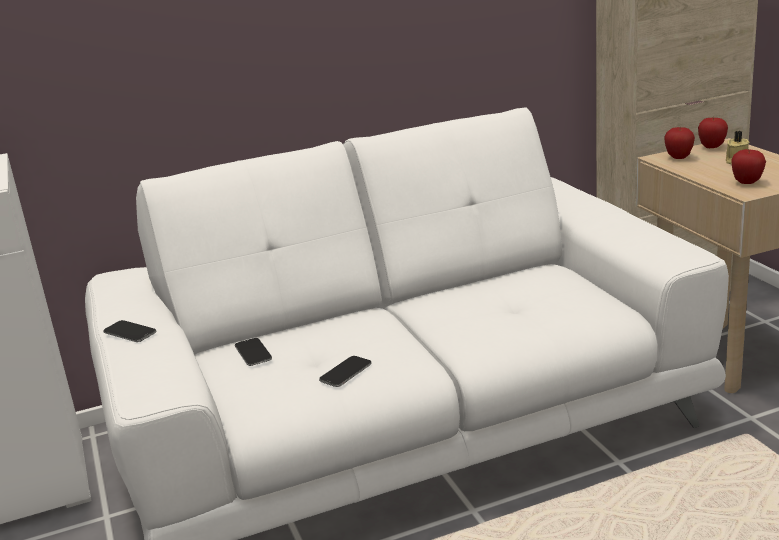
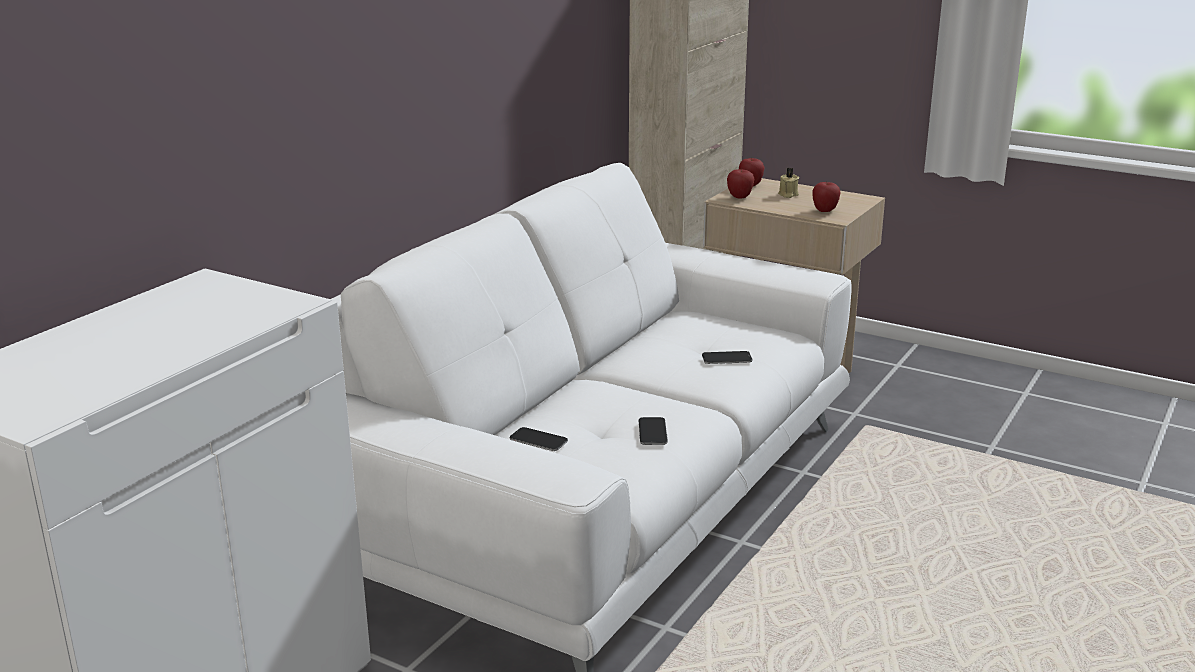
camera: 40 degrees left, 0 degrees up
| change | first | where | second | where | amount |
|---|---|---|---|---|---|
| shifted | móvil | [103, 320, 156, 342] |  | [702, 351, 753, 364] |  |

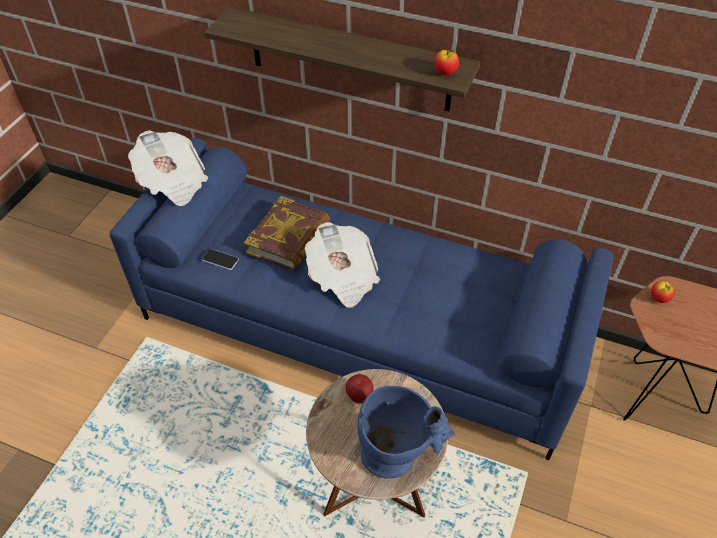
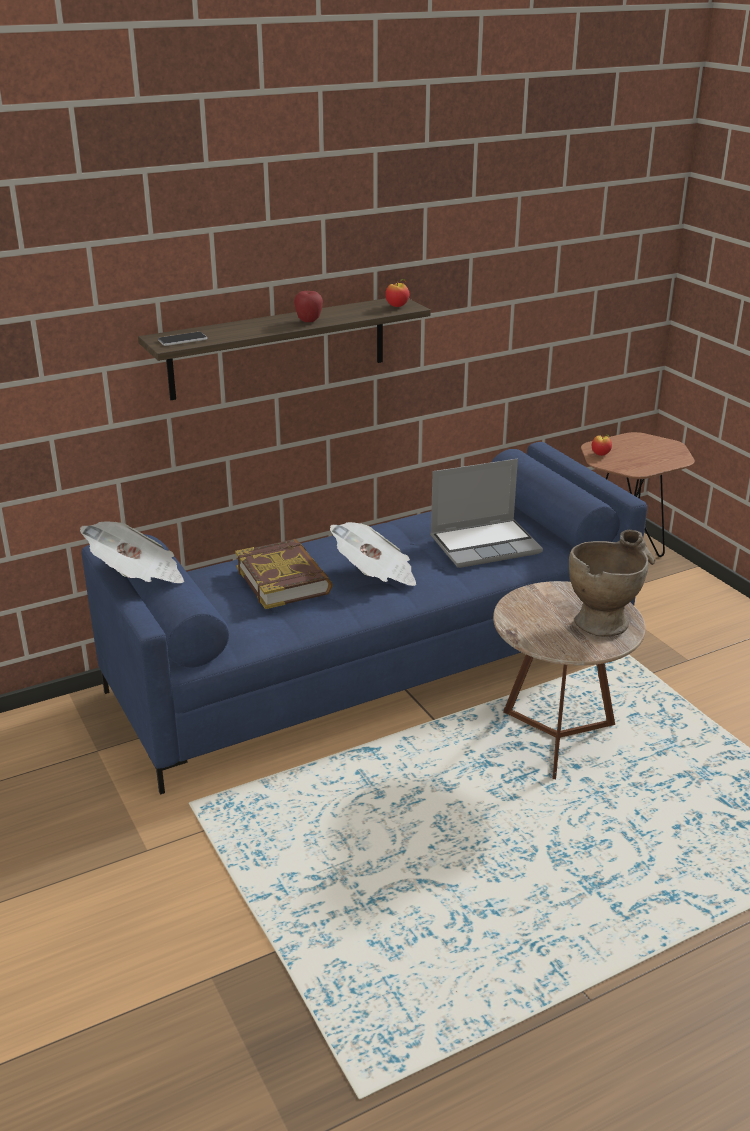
camera: 50 degrees left, 20 degrees down
| change | first | where | second | where | amount |
|---|---|---|---|---|---|
| shifted | móvil | [202, 249, 239, 270] |  | [158, 332, 207, 346] |  |
| shifted | manzana | [346, 374, 374, 404] |  | [294, 290, 323, 322] |  |
| repainted | florero/azul | [357, 386, 455, 479] | florero/beis | [569, 530, 655, 637] |  |
| new |  |  | portátil | [430, 459, 543, 568] |  |

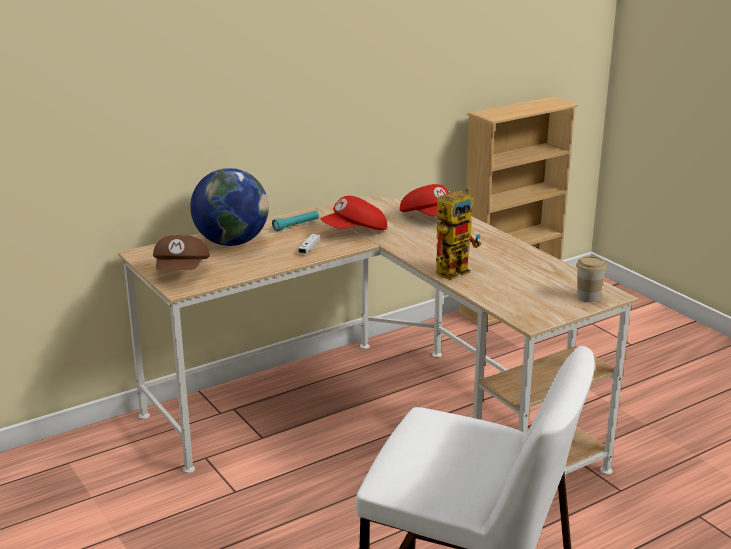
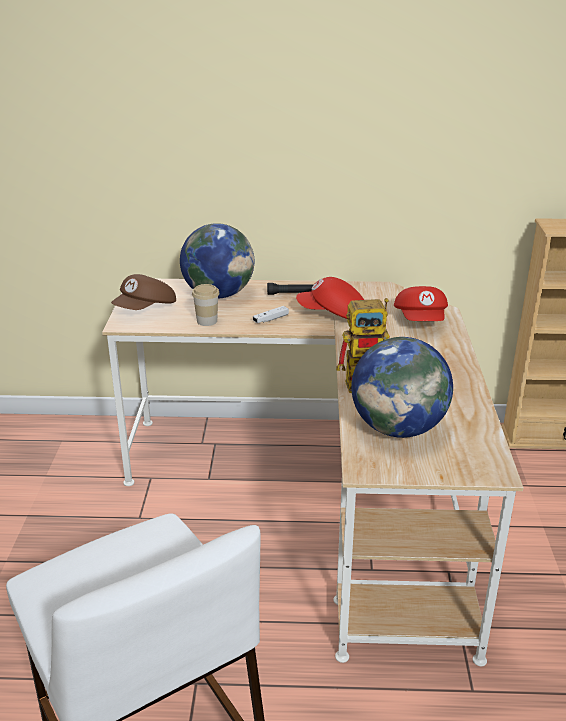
camera: 35 degrees right, 5 degrees up
| change | first | where | second | where | amount |
|---|---|---|---|---|---|
| repainted | linterna/turquesa | [272, 211, 319, 231] | linterna/negro | [267, 283, 314, 295] |  |
| shifted | taza | [576, 256, 607, 302] |  | [192, 284, 219, 326] |  |
| new |  |  | globo terráqueo | [351, 337, 453, 438] |  |

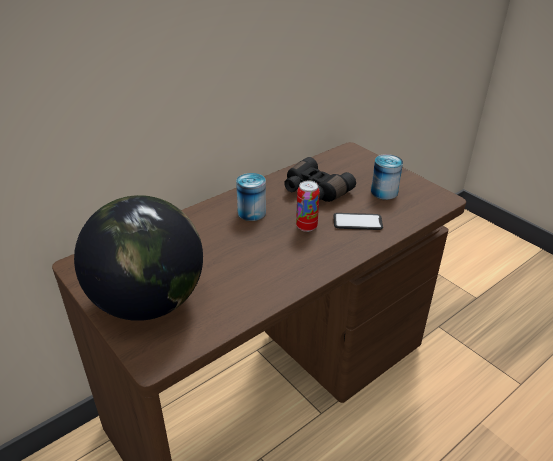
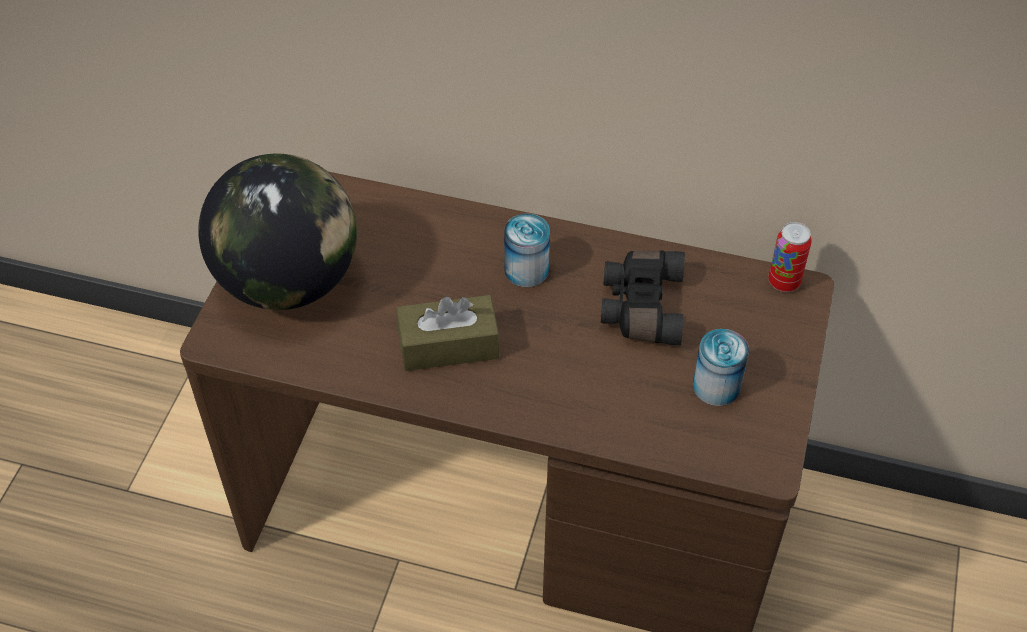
camera: 55 degrees right, 15 degrees up
| change | first | where | second | where | amount |
|---|---|---|---|---|---|
| shifted | lata | [296, 181, 320, 232] |  | [768, 222, 812, 292] |  |
| gone | móvil | [333, 213, 383, 230] |  |  |  |
| new |  |  | caja de pañuelos/marrón | [396, 295, 499, 371] |  |

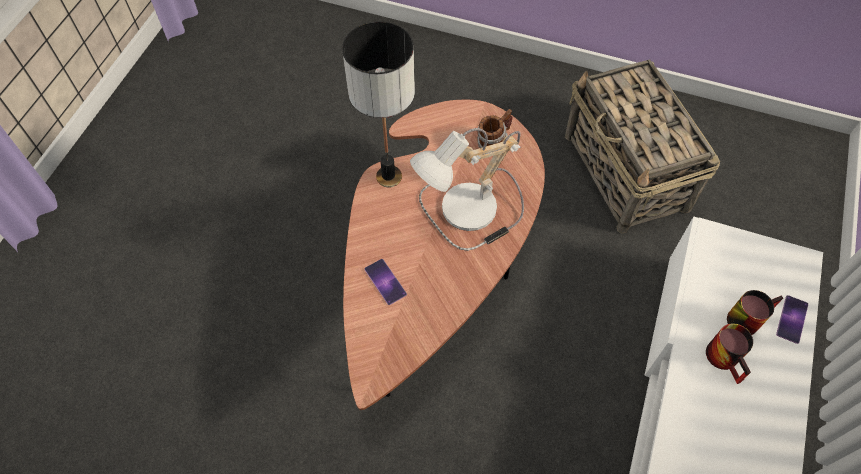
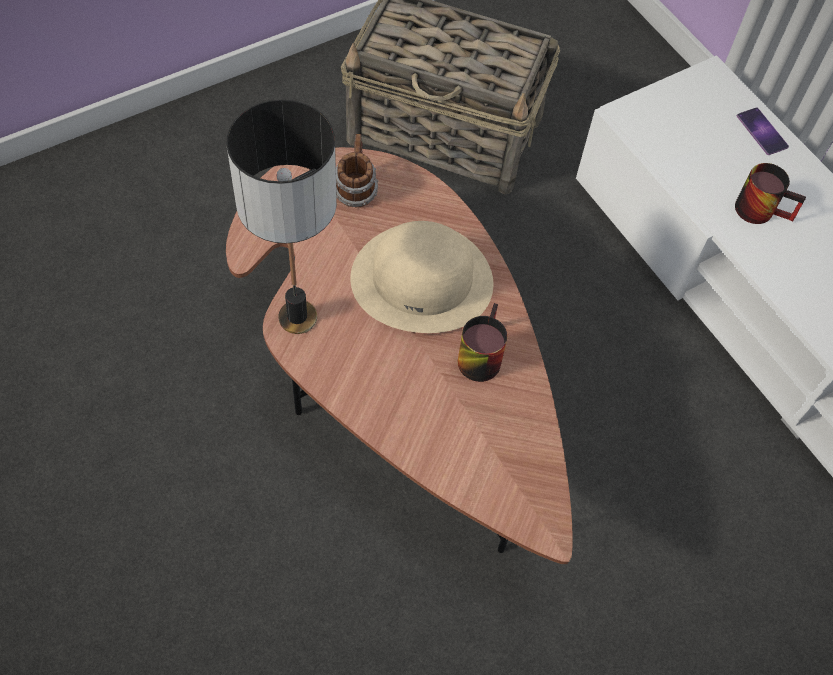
camera: 55 degrees left, 0 degrees up
| change | first | where | second | where | amount |
|---|---|---|---|---|---|
| gone | móvil | [364, 259, 407, 305] |  |  |  |
| swapped | lámpara de mesa | [410, 128, 524, 251] | sombrero/beis | [350, 221, 493, 333] |  |
| shifted | taza grande | [727, 290, 783, 335] |  | [458, 303, 507, 382] |  |

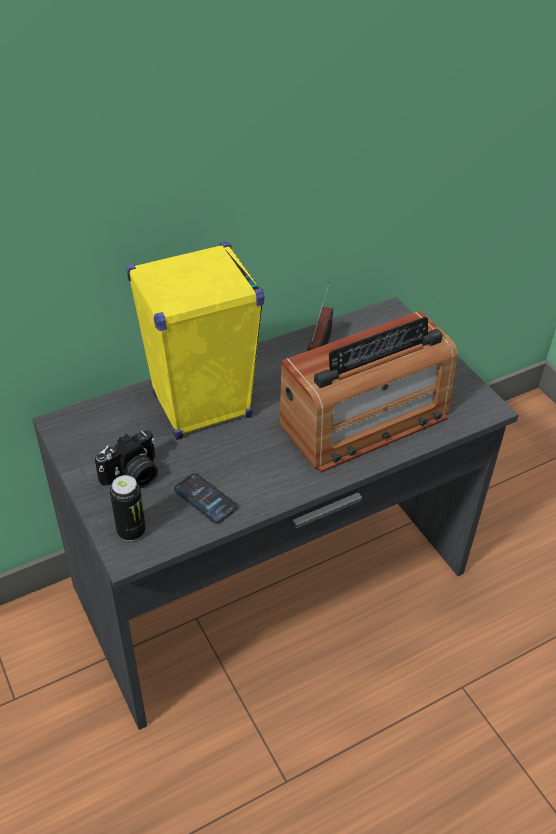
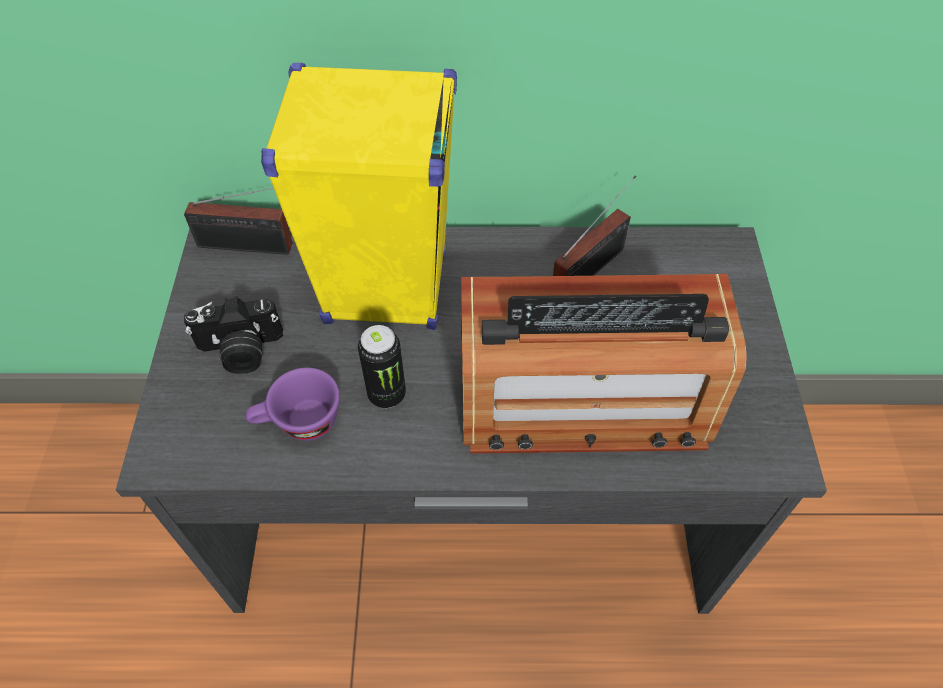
camera: 30 degrees right, 10 degrees up
| change | first | where | second | where | amount |
|---|---|---|---|---|---|
| shifted | lata | [110, 475, 146, 541] |  | [358, 325, 406, 408] |  |
| swapped | móvil | [174, 473, 238, 524] | taza/morado | [246, 368, 340, 441] |  |
| new |  |  | radio | [184, 188, 292, 255] |  |

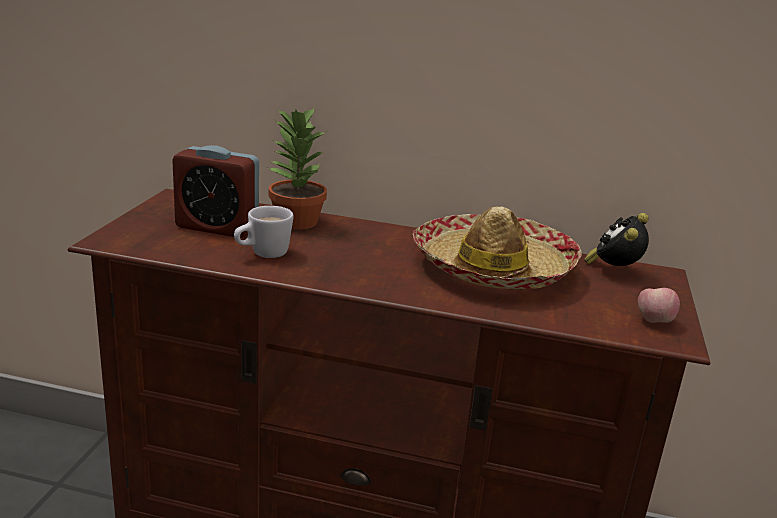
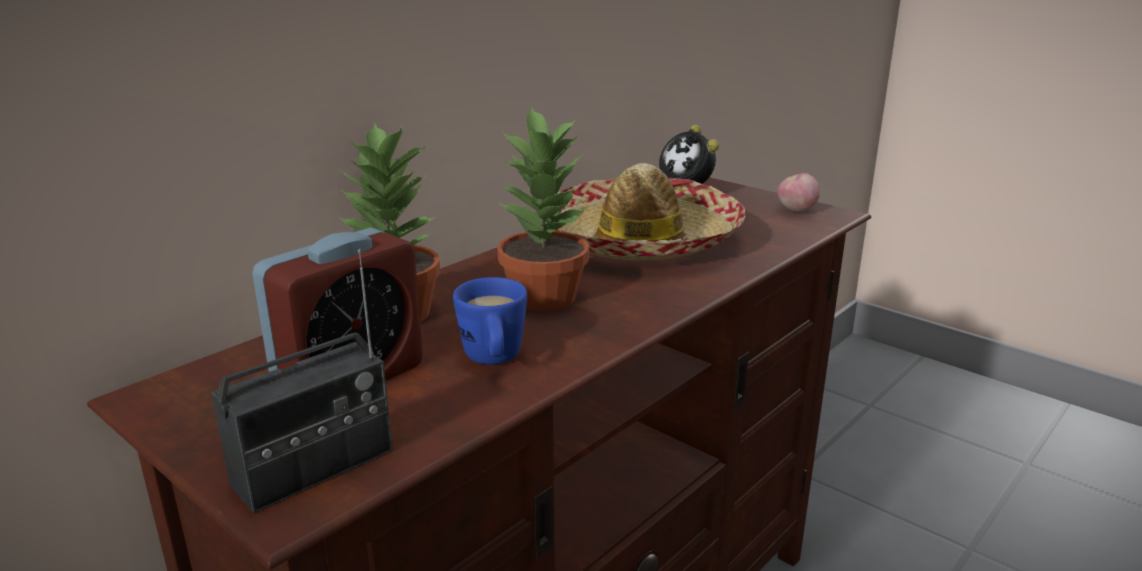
camera: 60 degrees left, 0 degrees up
| change | first | where | second | where | amount |
|---|---|---|---|---|---|
| repainted | taza grande/blanco | [234, 206, 294, 258] | taza grande/azul | [453, 277, 527, 365] |  |
| new |  |  | radio | [211, 249, 393, 513] |  |
| new |  |  | planta en maceta | [497, 106, 589, 311] |  |

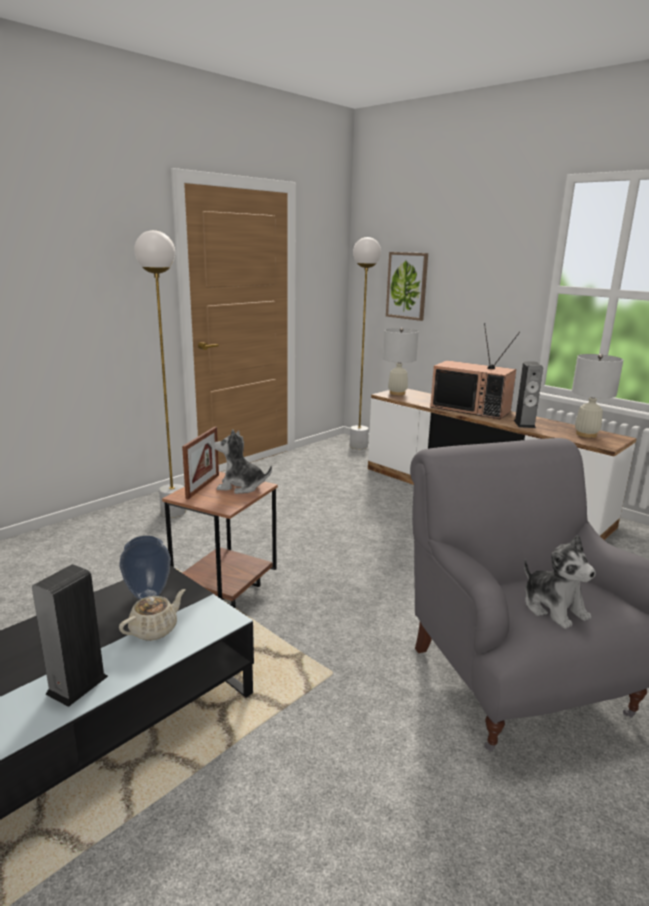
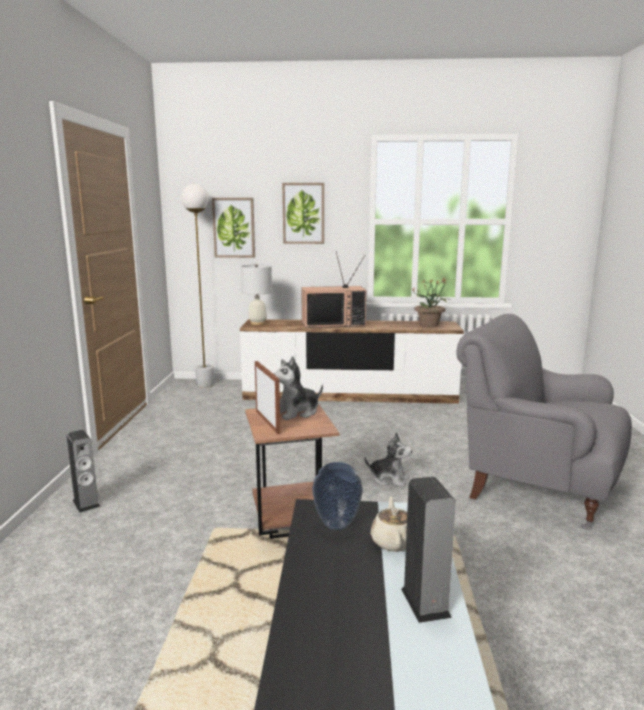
camera: 40 degrees left, 5 degrees down
| change | first | where | second | where | amount |
|---|---|---|---|---|---|
| gone | lámpara de pie/blanco | [134, 230, 186, 518] |  |  |  |
| shifted | altavoz | [514, 361, 543, 428] |  | [66, 430, 100, 513] |  |
| shifted | peluche | [524, 535, 596, 629] |  | [364, 432, 412, 487] |  |
| swapped | lámpara de mesa/blanco | [572, 354, 623, 438] | planta en maceta | [412, 278, 450, 327] |  |
| new |  |  | cuadro | [282, 183, 324, 244] |  |

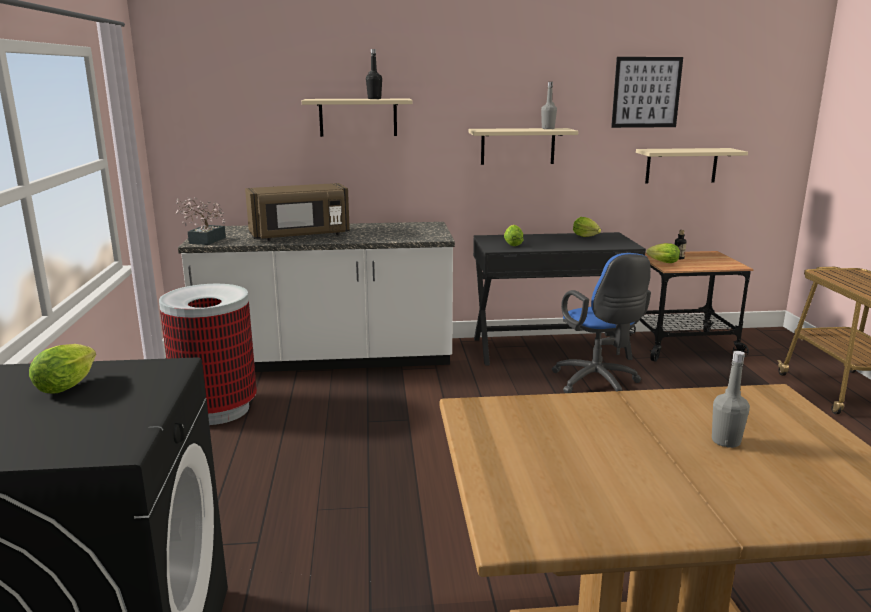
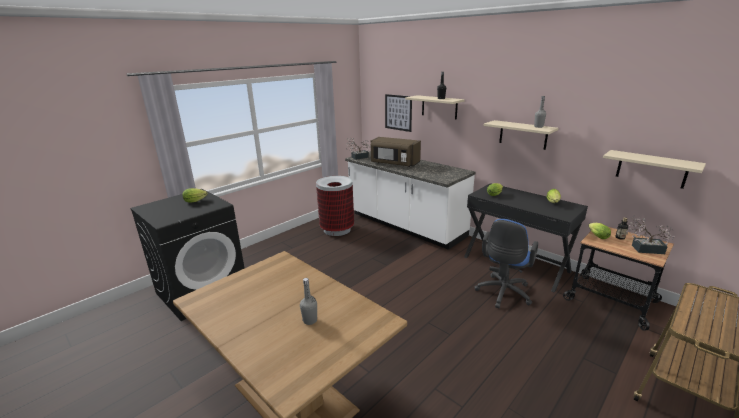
camera: 50 degrees right, 5 degrees up
| change | first | where | second | where | amount |
|---|---|---|---|---|---|
| shifted | cuadro | [611, 57, 683, 128] |  | [385, 94, 412, 132] |  |
| new |  |  | planta en maceta | [626, 215, 675, 254] |  |

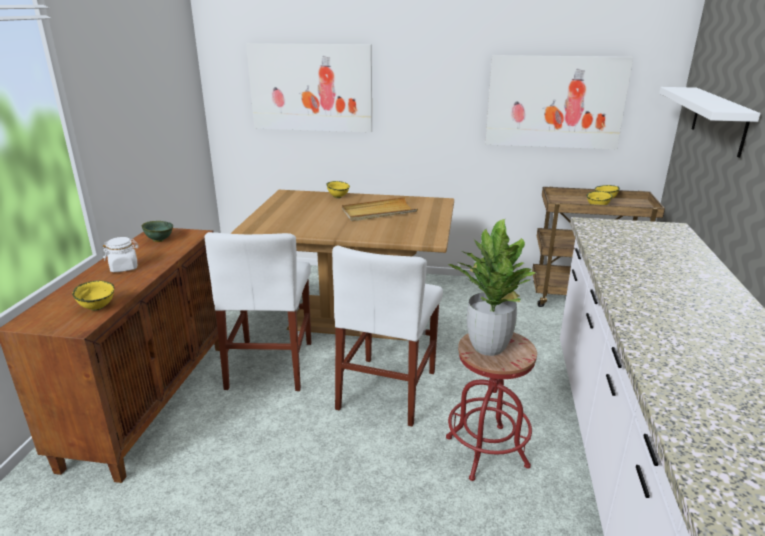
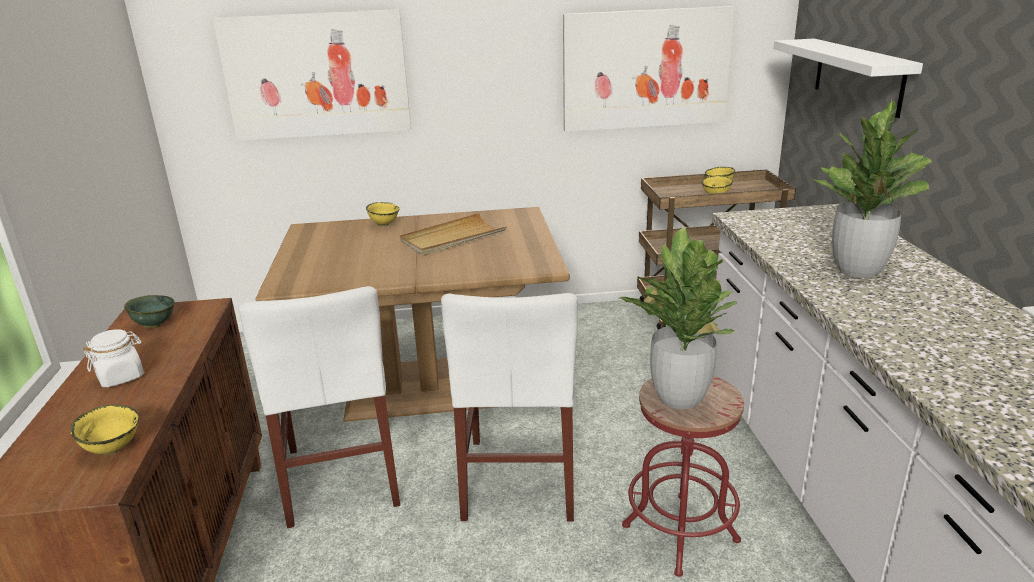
camera: 15 degrees left, 0 degrees up
| change | first | where | second | where | amount |
|---|---|---|---|---|---|
| new |  |  | planta en maceta | [811, 99, 932, 278] |  |

